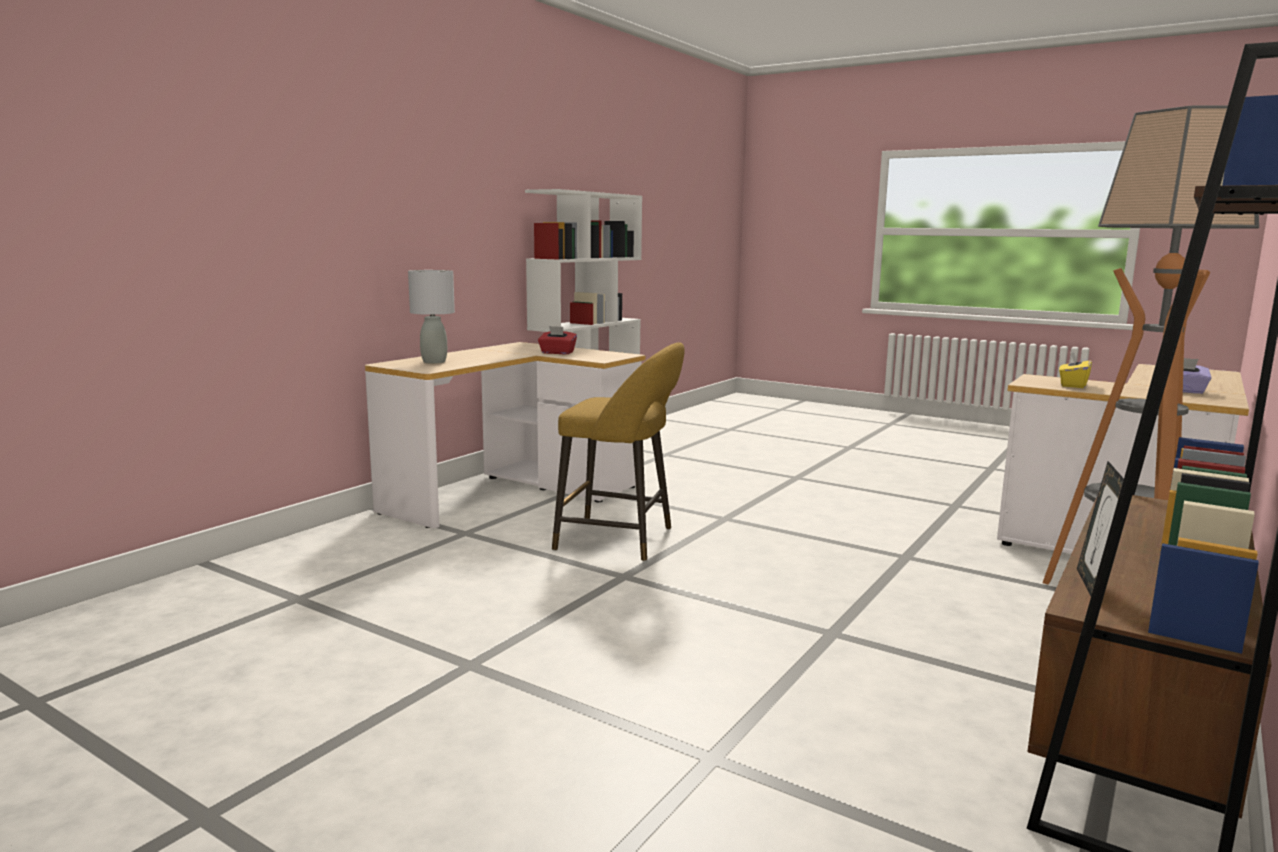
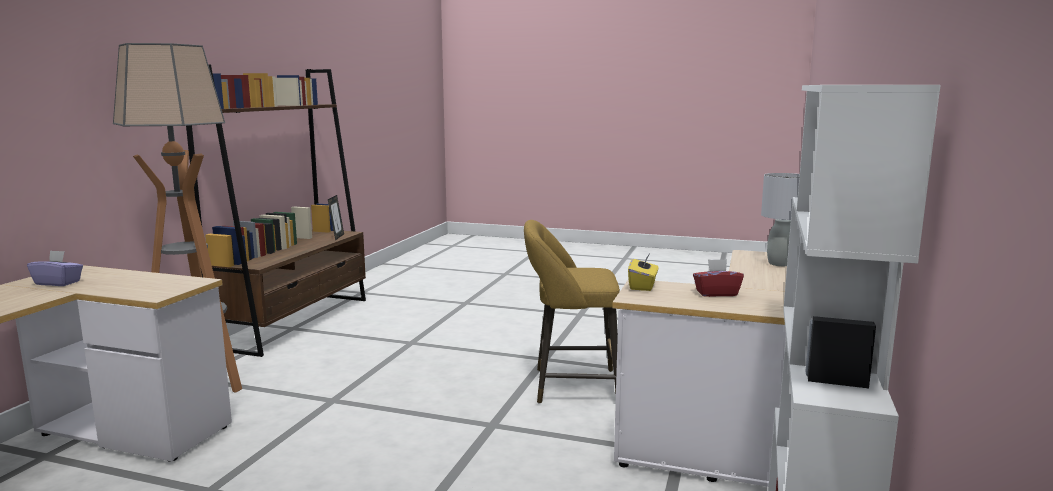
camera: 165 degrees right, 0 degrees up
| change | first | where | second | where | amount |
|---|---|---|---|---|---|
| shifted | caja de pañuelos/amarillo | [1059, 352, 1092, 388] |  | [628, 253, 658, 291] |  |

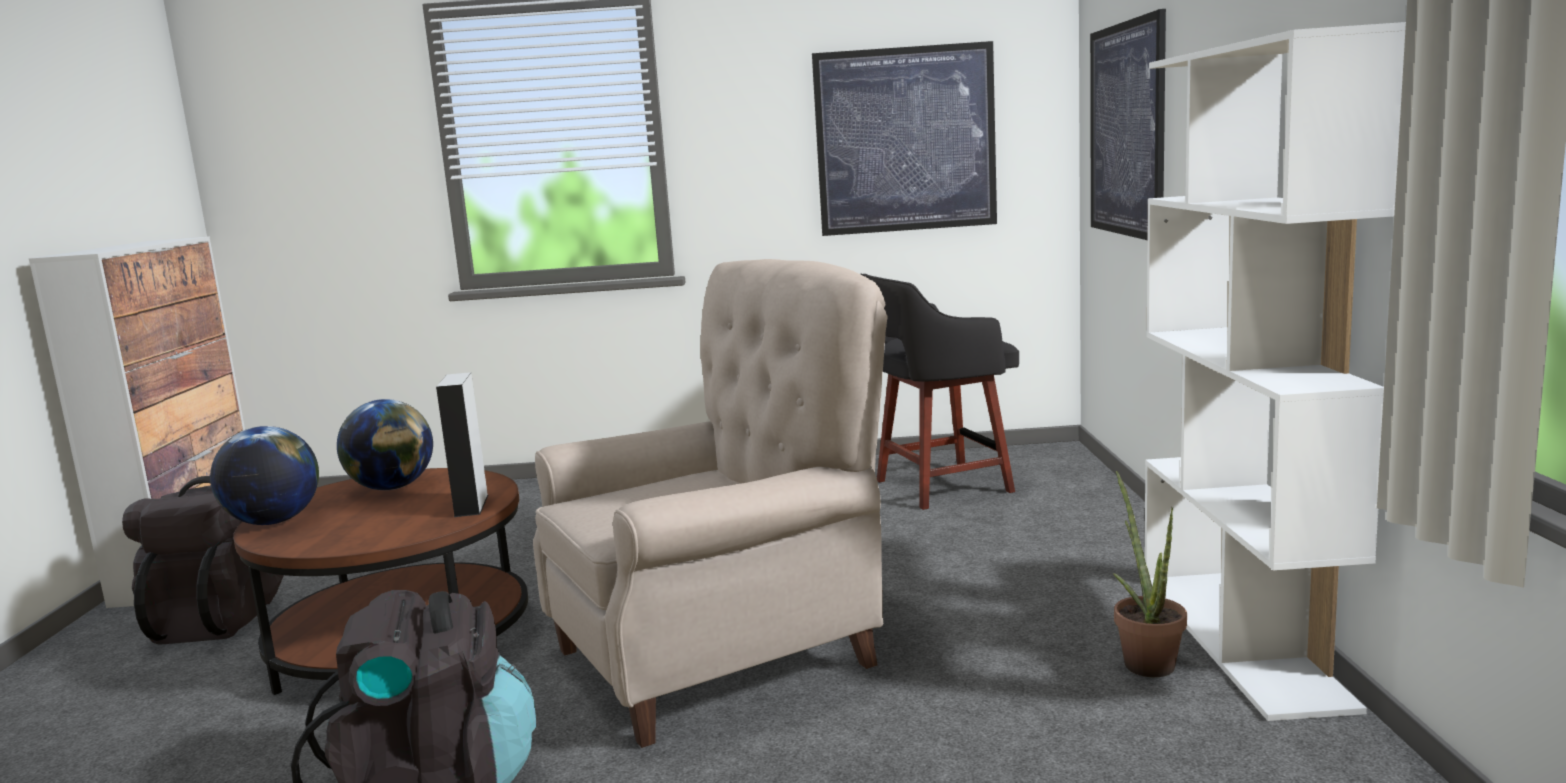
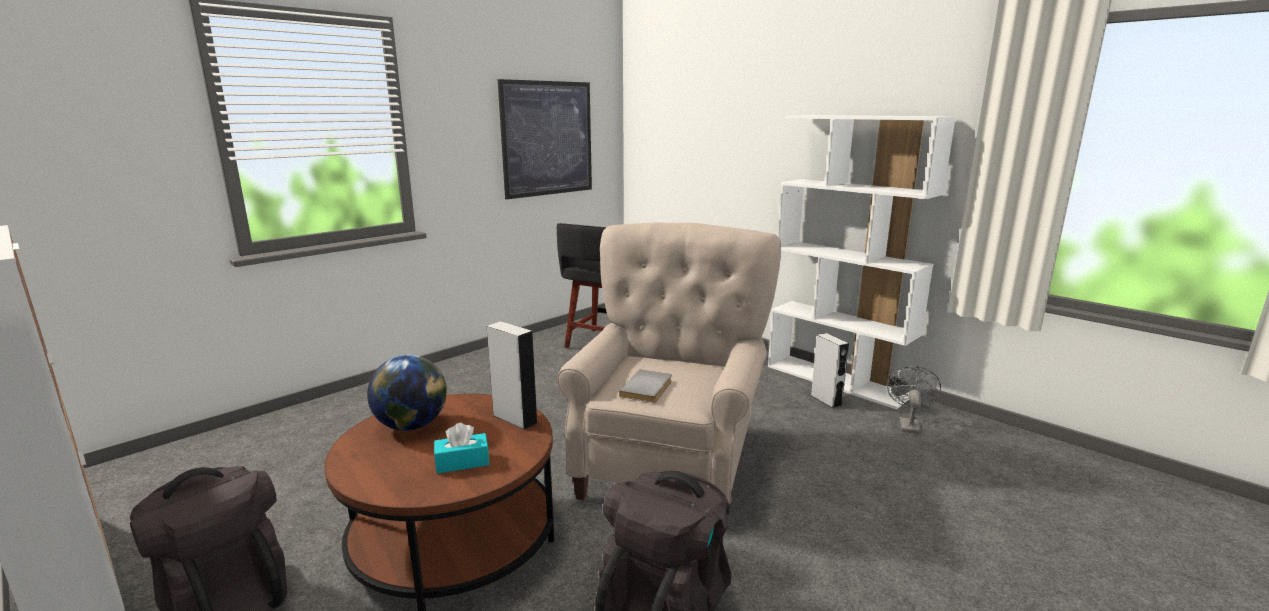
camera: 45 degrees left, 5 degrees up
| change | first | where | second | where | amount |
|---|---|---|---|---|---|
| gone | globo terráqueo | [210, 426, 319, 525] |  |  |  |
| gone | cuadro | [1090, 9, 1166, 240] |  |  |  |
| swapped | planta en maceta | [1113, 471, 1187, 677] | altavoz/gris | [810, 333, 849, 408] |  |
| new |  |  | caja de pañuelos/turquesa | [434, 423, 489, 474] |  |
| new |  |  | libro/gris | [619, 369, 672, 403] |  |
| new |  |  | ventilador/gris | [887, 366, 941, 434] |  |

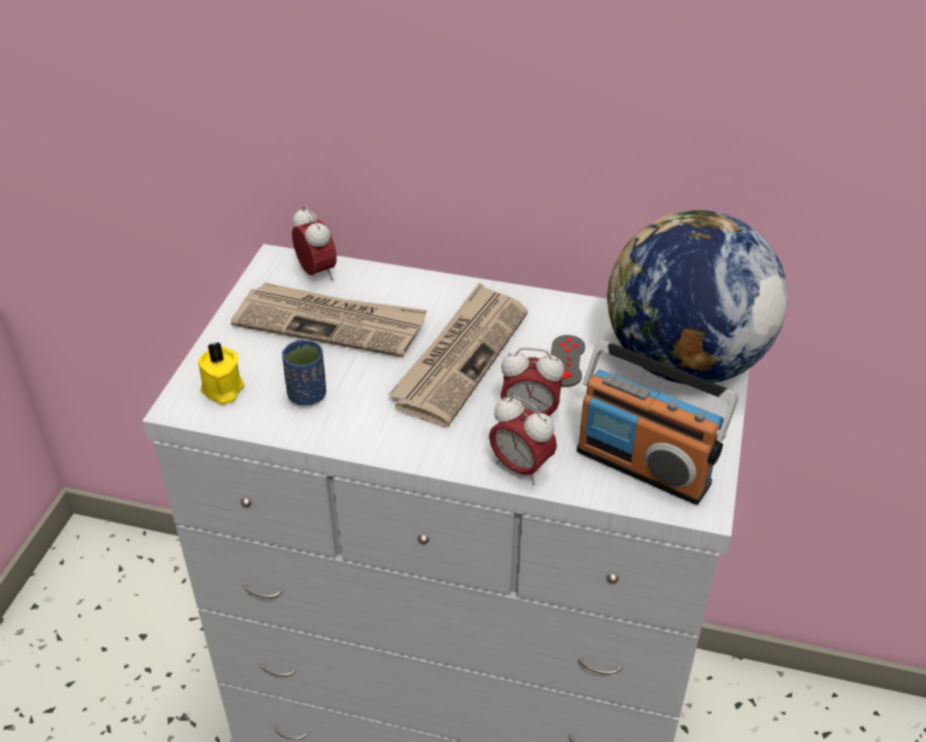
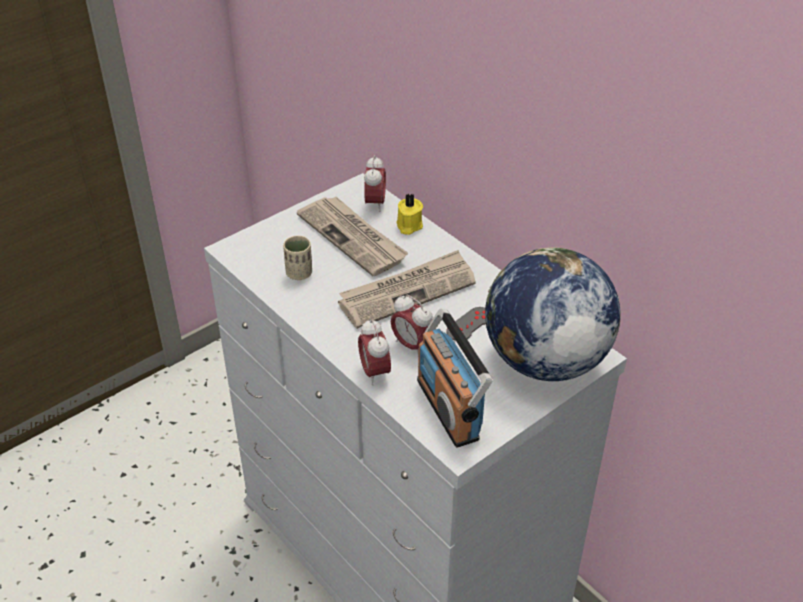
camera: 35 degrees right, 0 degrees up
| change | first | where | second | where | amount |
|---|---|---|---|---|---|
| shifted | vela/amarillo | [198, 342, 245, 405] |  | [396, 194, 423, 235] |  |
| repainted | taza/azul | [282, 340, 326, 405] | taza/beis | [283, 236, 312, 280] |  |

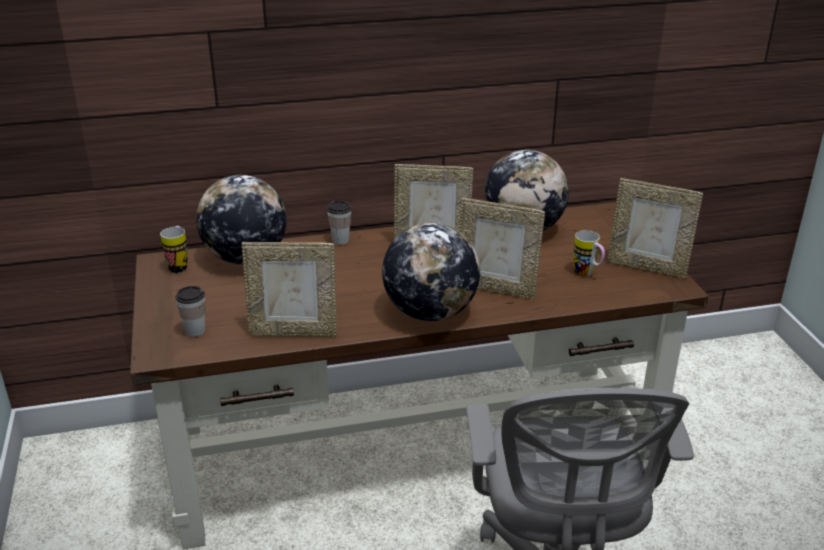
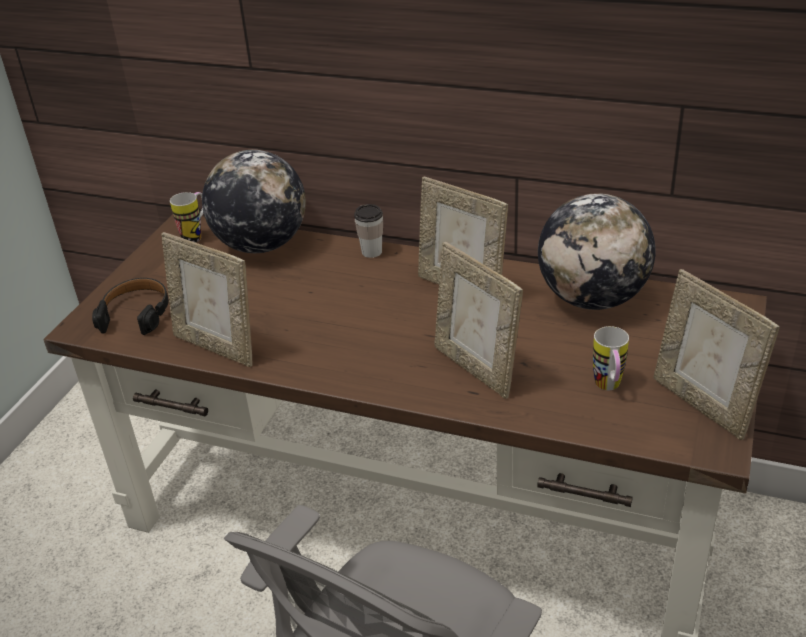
camera: 35 degrees right, 5 degrees up
| change | first | where | second | where | amount |
|---|---|---|---|---|---|
| swapped | taza | [175, 286, 205, 337] | auriculares/negro | [92, 278, 169, 335] |  |
| gone | globo terráqueo | [382, 223, 480, 321] |  |  |  |

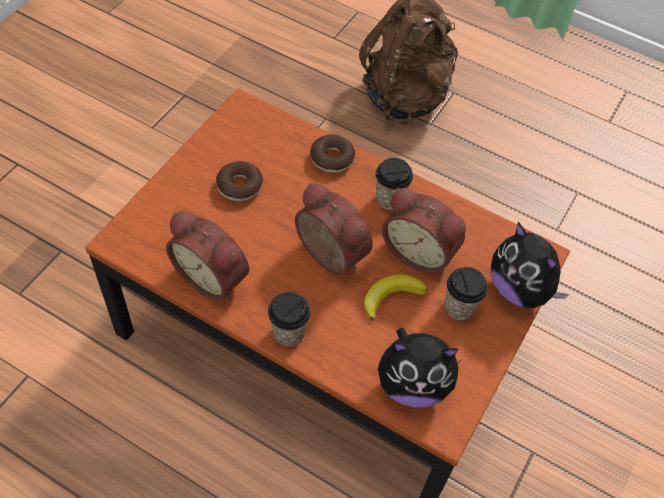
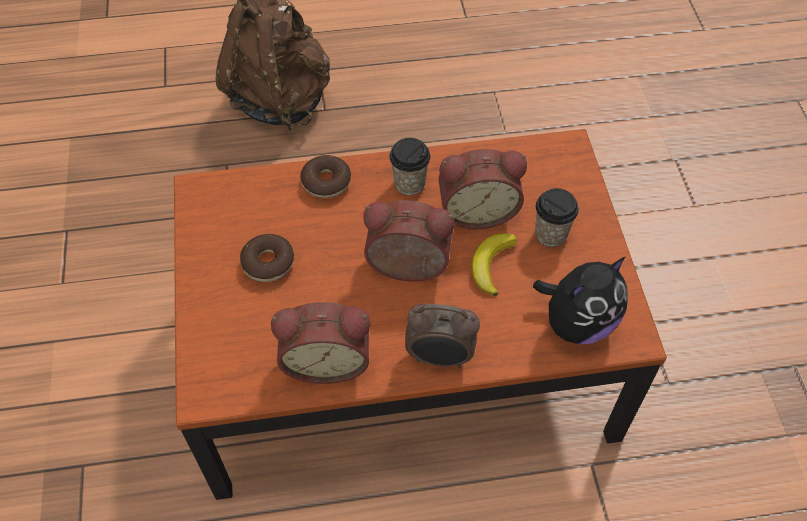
camera: 35 degrees left, 0 degrees up
| change | first | where | second | where | amount |
|---|---|---|---|---|---|
| swapped | taza | [268, 292, 311, 346] | despertador | [405, 304, 480, 368] |  |
| gone | peluche | [491, 222, 570, 308] |  |  |  |

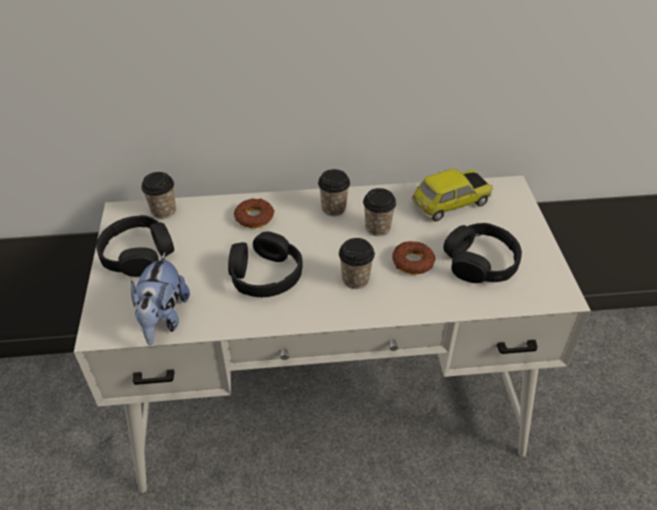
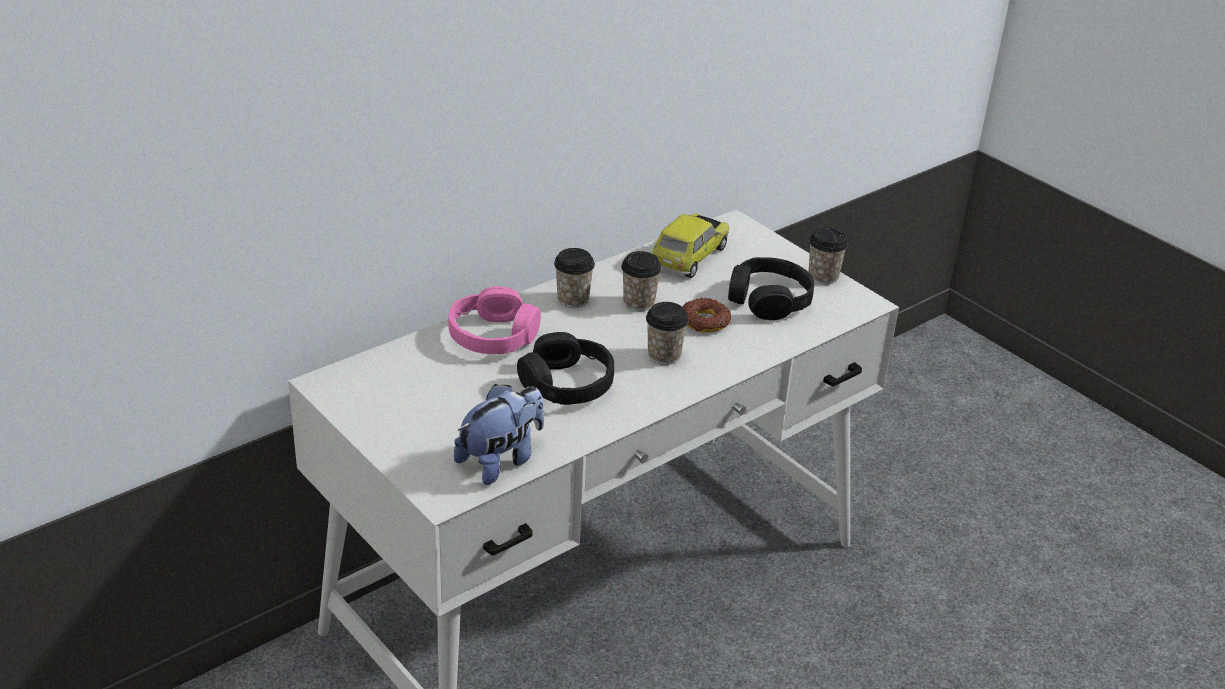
camera: 35 degrees left, 10 degrees down
| change | first | where | second | where | amount |
|---|---|---|---|---|---|
| gone | auriculares/negro | [96, 215, 174, 277] |  |  |  |
| rotated | peluche | [131, 252, 190, 345] |  | [454, 384, 544, 485] | 105 degrees counterclockwise |
| shifted | taza | [141, 172, 176, 219] |  | [809, 227, 848, 285] |  |
| swapped | rosquilla | [234, 198, 274, 228] | auriculares/rosa | [448, 286, 541, 354] |  |

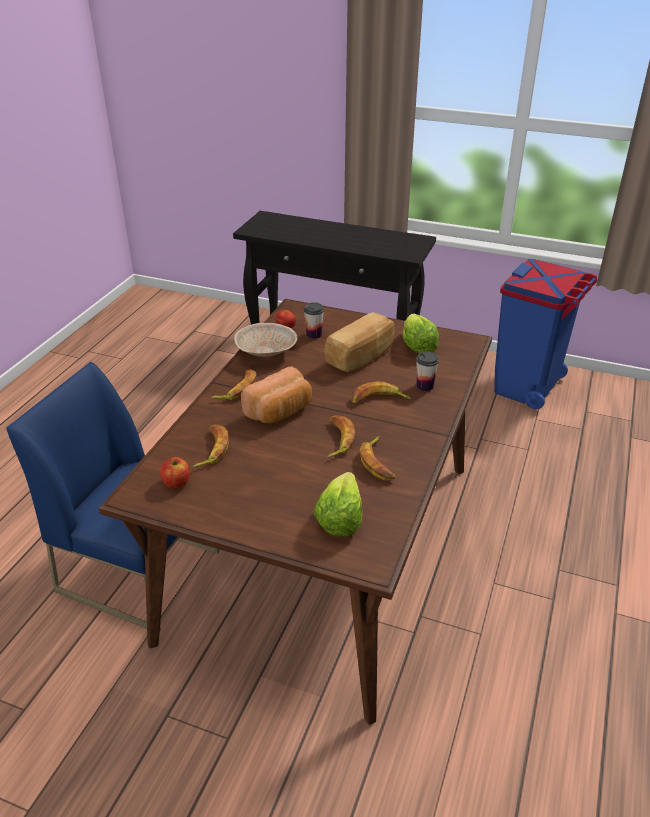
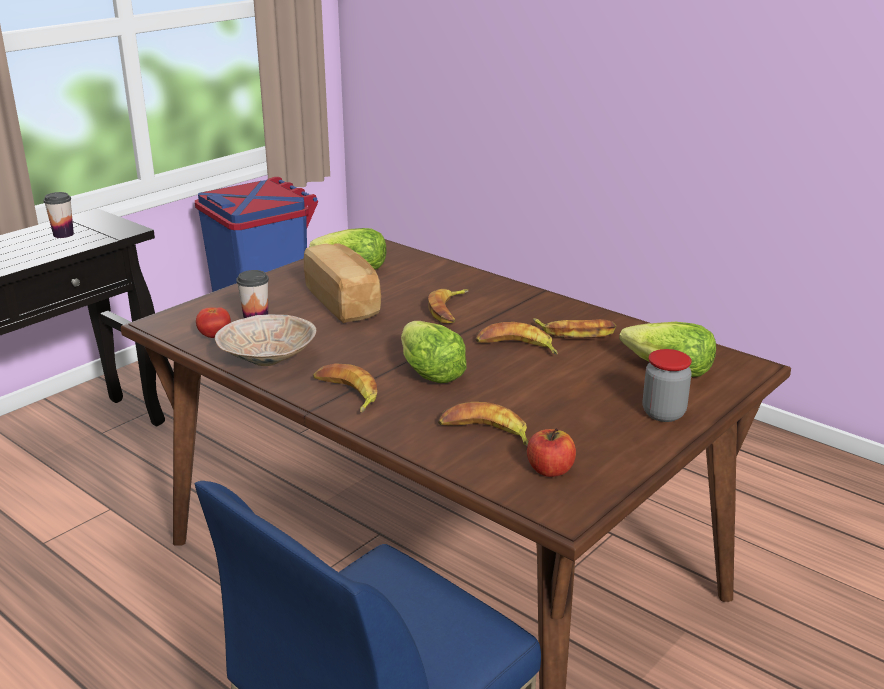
camera: 70 degrees left, 10 degrees down
| change | first | where | second | where | amount |
|---|---|---|---|---|---|
| swapped | pan | [241, 366, 312, 423] | lechuga | [401, 321, 467, 383] |  |
| shifted | taza | [416, 351, 439, 391] |  | [43, 192, 74, 238] |  |
| new |  |  | tarro | [643, 349, 691, 422] |  |

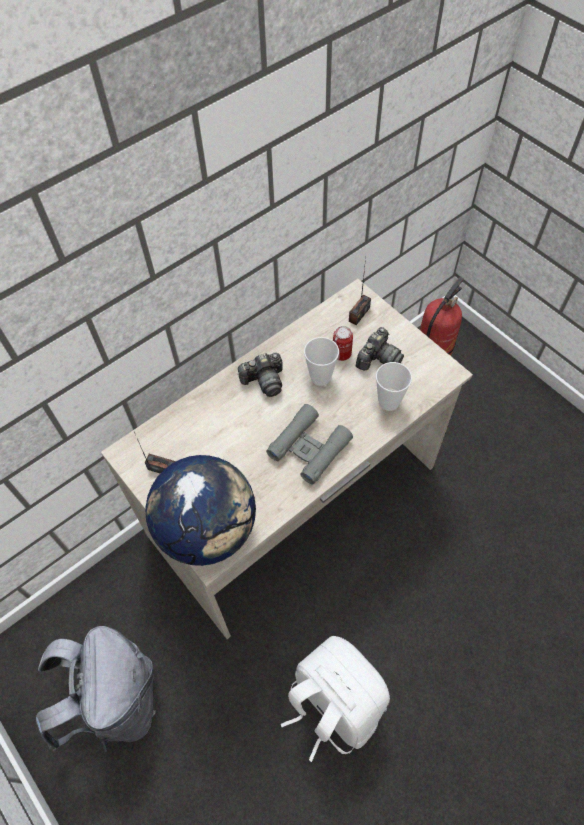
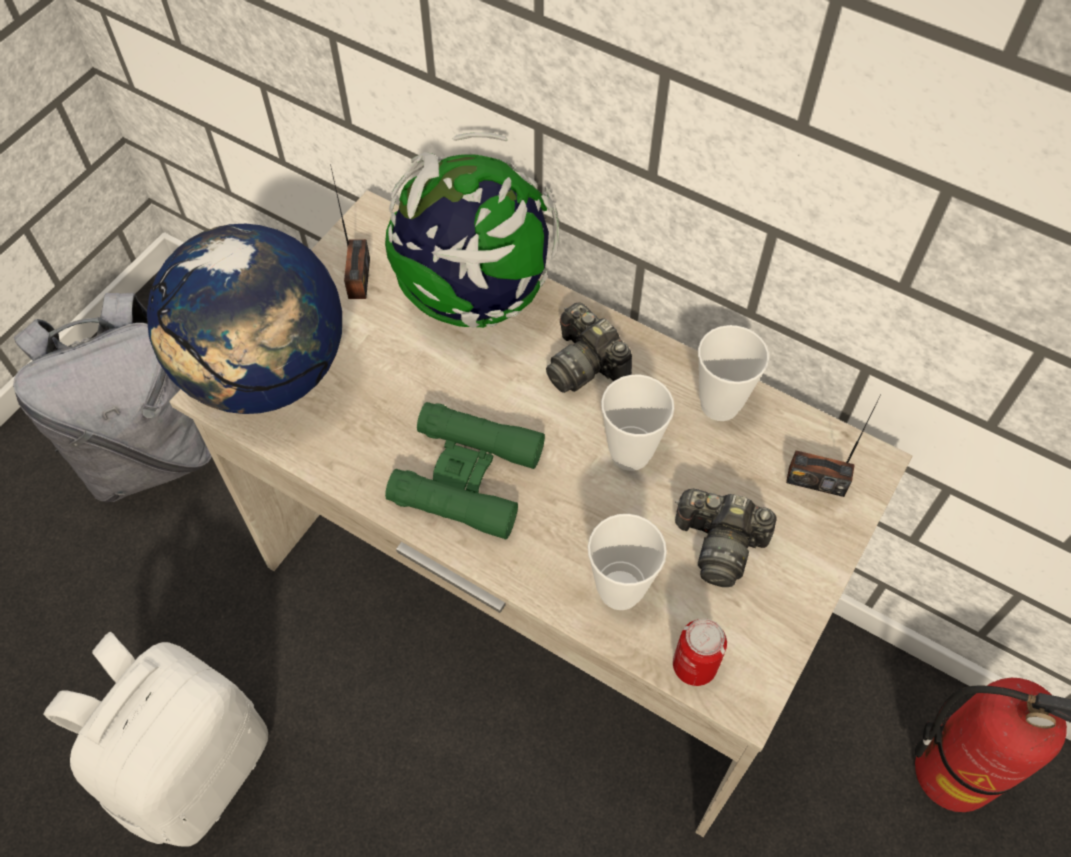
camera: 70 degrees right, 0 degrees up
| change | first | where | second | where | amount |
|---|---|---|---|---|---|
| repainted | prismáticos/gris | [266, 404, 353, 484] | prismáticos/verde | [385, 402, 545, 540] |  |
| shifted | lata | [333, 326, 353, 361] |  | [673, 618, 727, 686] |  |
| new |  |  | globo terráqueo | [385, 132, 560, 328] |  |
| new |  |  | taza | [698, 325, 769, 421] |  |

